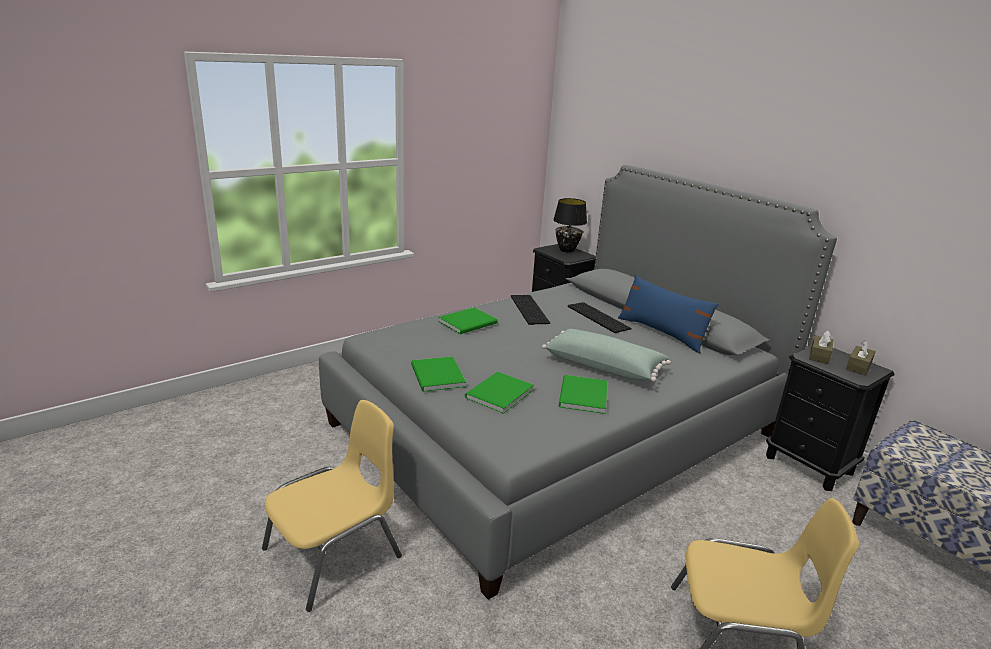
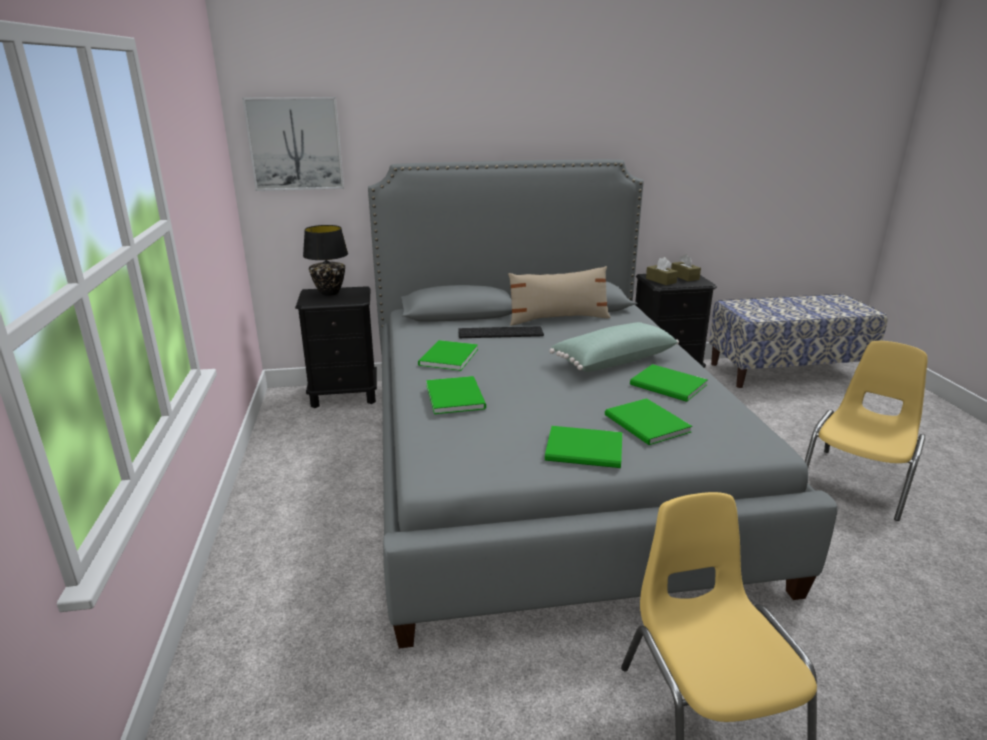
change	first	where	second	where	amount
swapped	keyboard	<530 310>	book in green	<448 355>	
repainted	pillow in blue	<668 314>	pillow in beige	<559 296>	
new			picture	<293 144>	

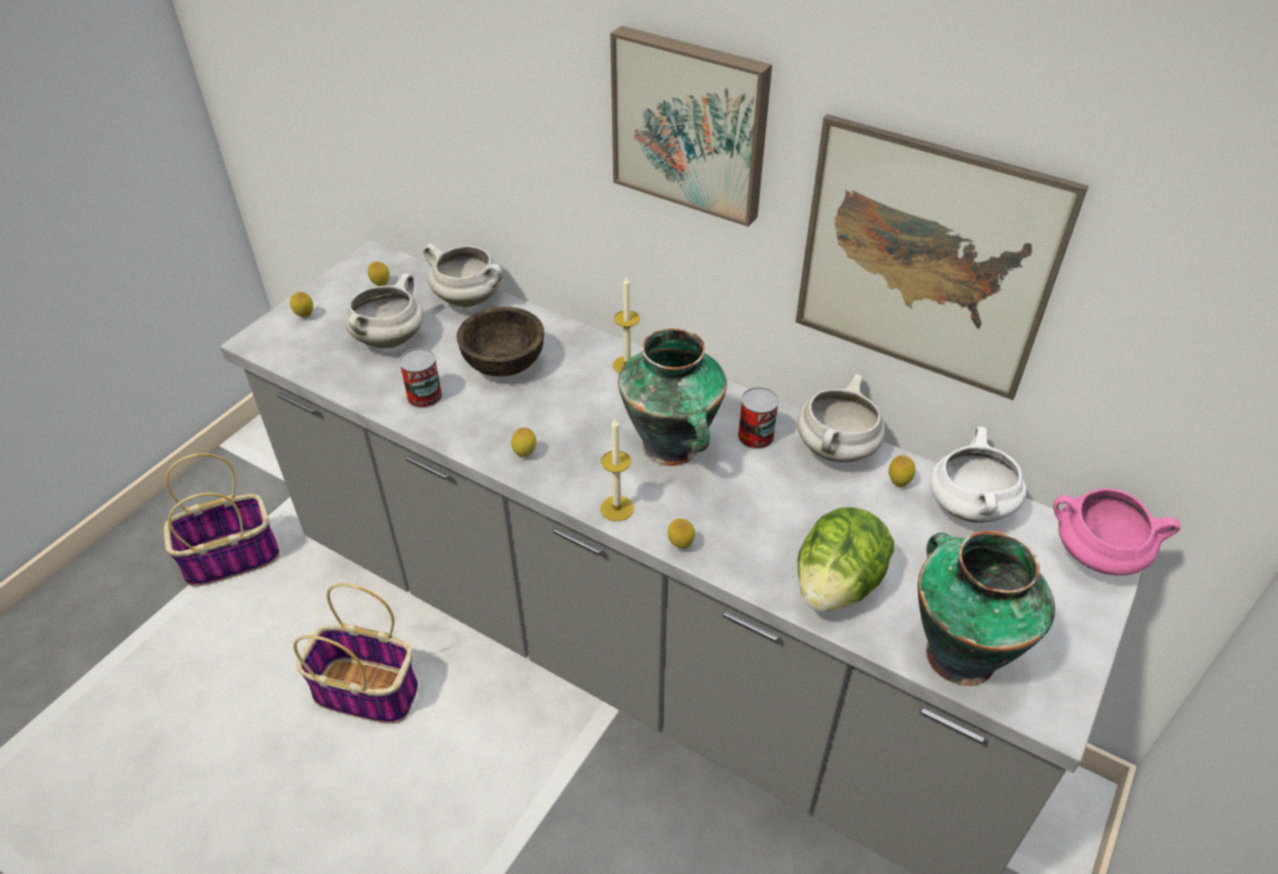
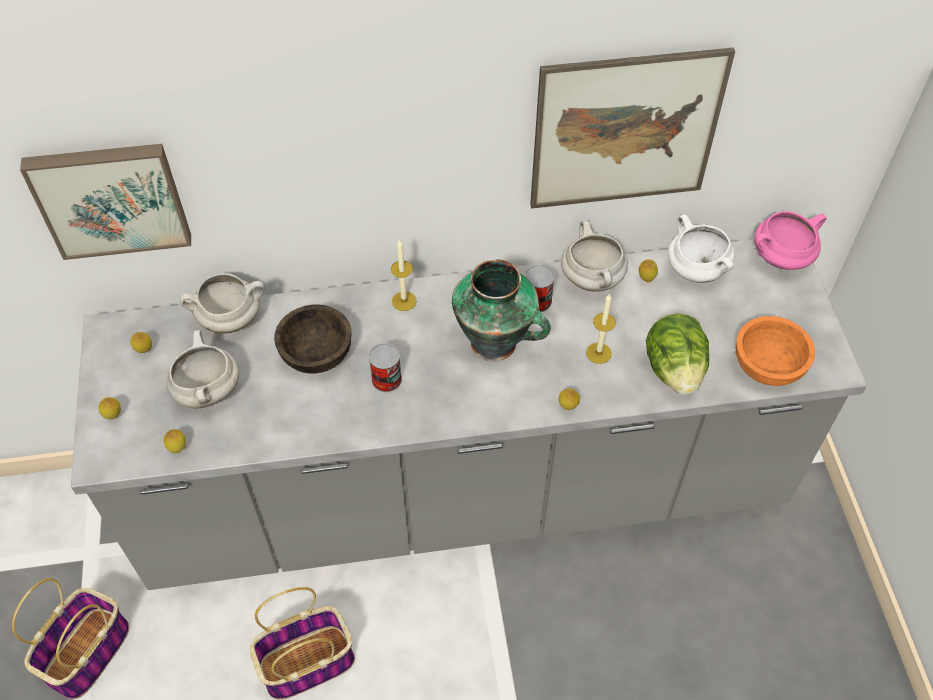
change	first	where	second	where	amount
shifted	can	<420 378>		<385 367>	
shifted	lemon	<523 442>		<175 441>	
shifted	candle	<617 469>		<601 328>	
shifted	picture	<691 126>		<105 202>	
swapped	vase	<986 608>	bowl in orange	<775 351>	

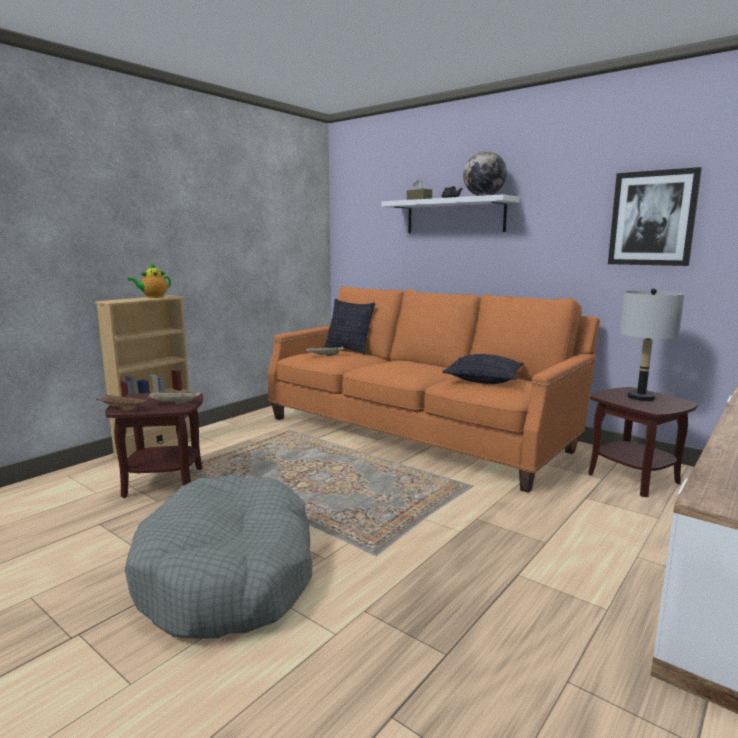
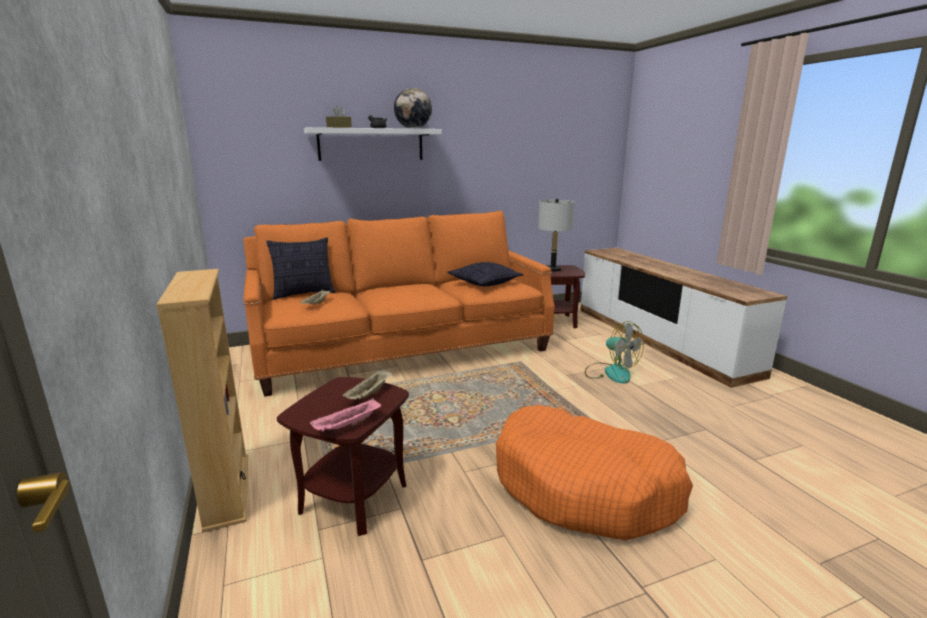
change	first	where	second	where	amount
repainted	tray in brown	<122 402>	tray in pink	<345 414>	
repainted	dog bed in grey	<218 557>	dog bed in orange	<594 473>	
gone	teapot	<149 280>			
gone	picture	<655 216>			
new			fan	<614 352>	

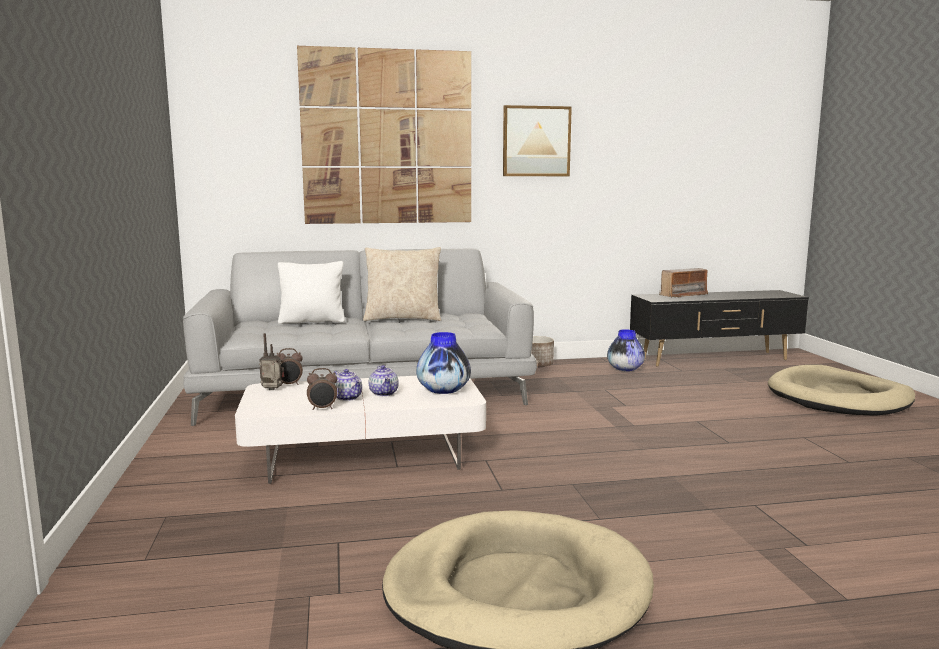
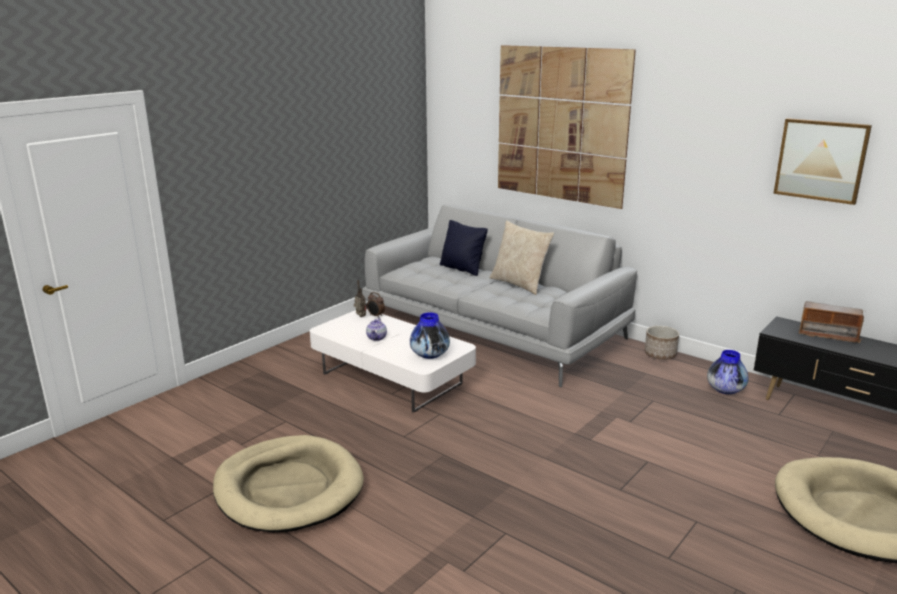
change	first	where	second	where	amount
repainted	pillow in white	<311 292>	pillow in black	<464 248>	
gone	alarm clock	<322 389>			
gone	teapot	<384 380>			
shifted	picture	<537 140>		<822 161>	

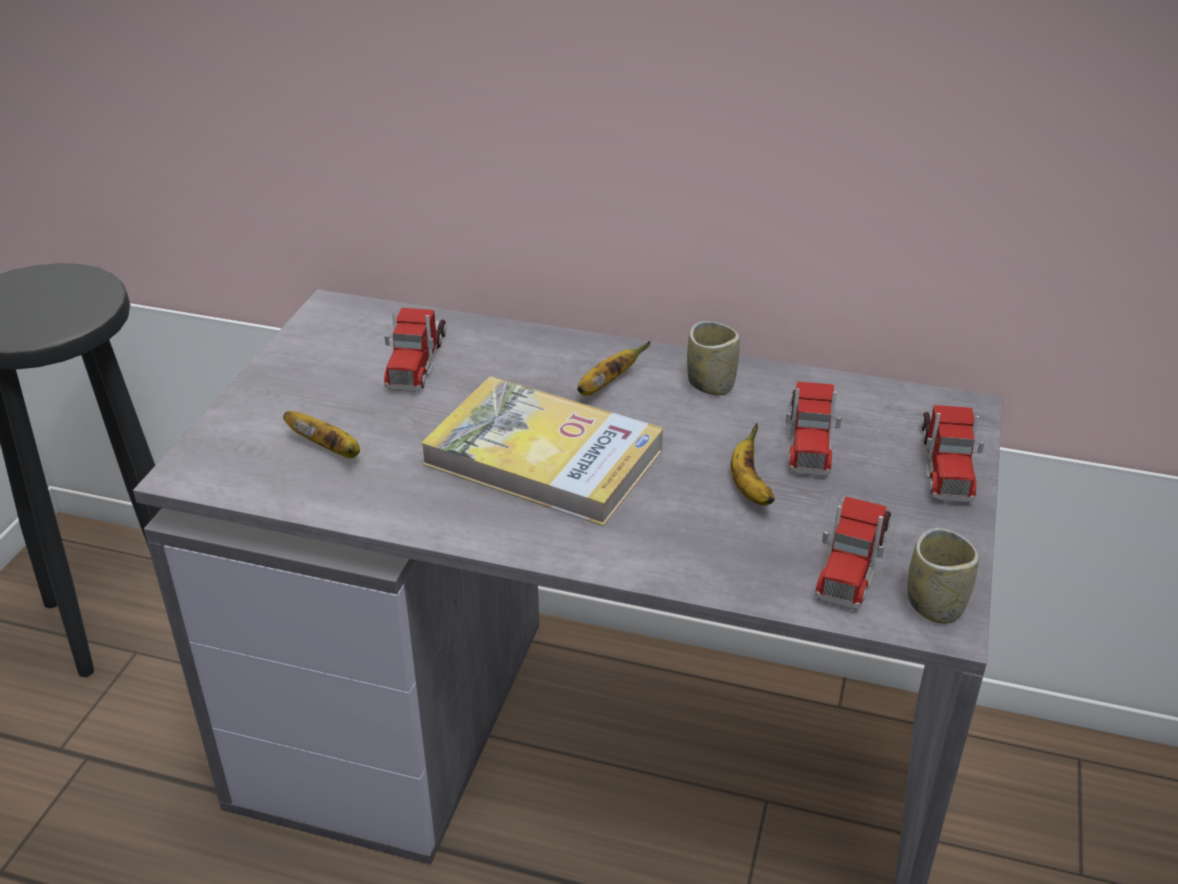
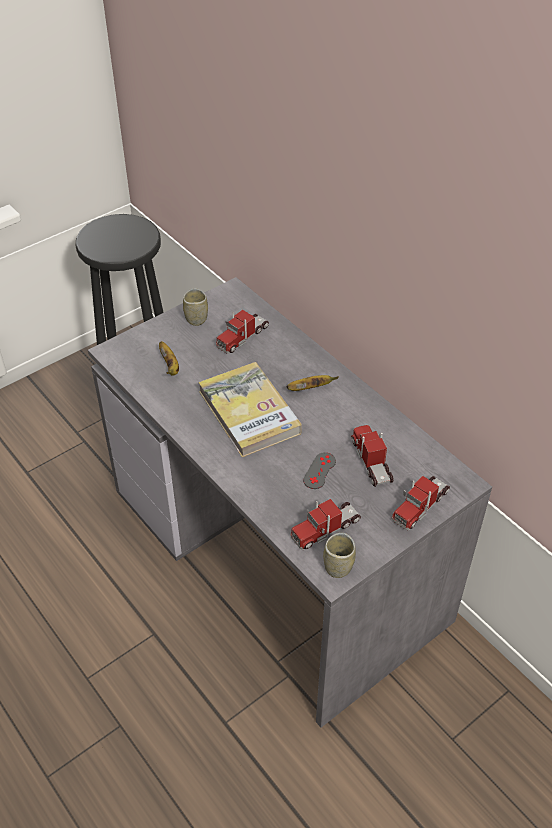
change	first	where	second	where	amount
shifted	cup	<713 358>		<195 307>	
swapped	banana	<753 464>	game controller in grey	<319 470>	
rotated	toy truck	<813 429>		<372 456>	120 degrees clockwise

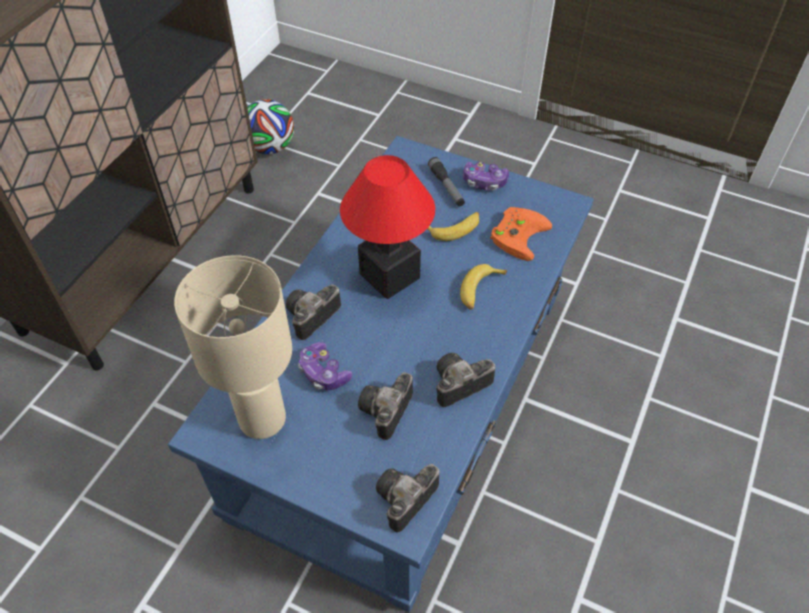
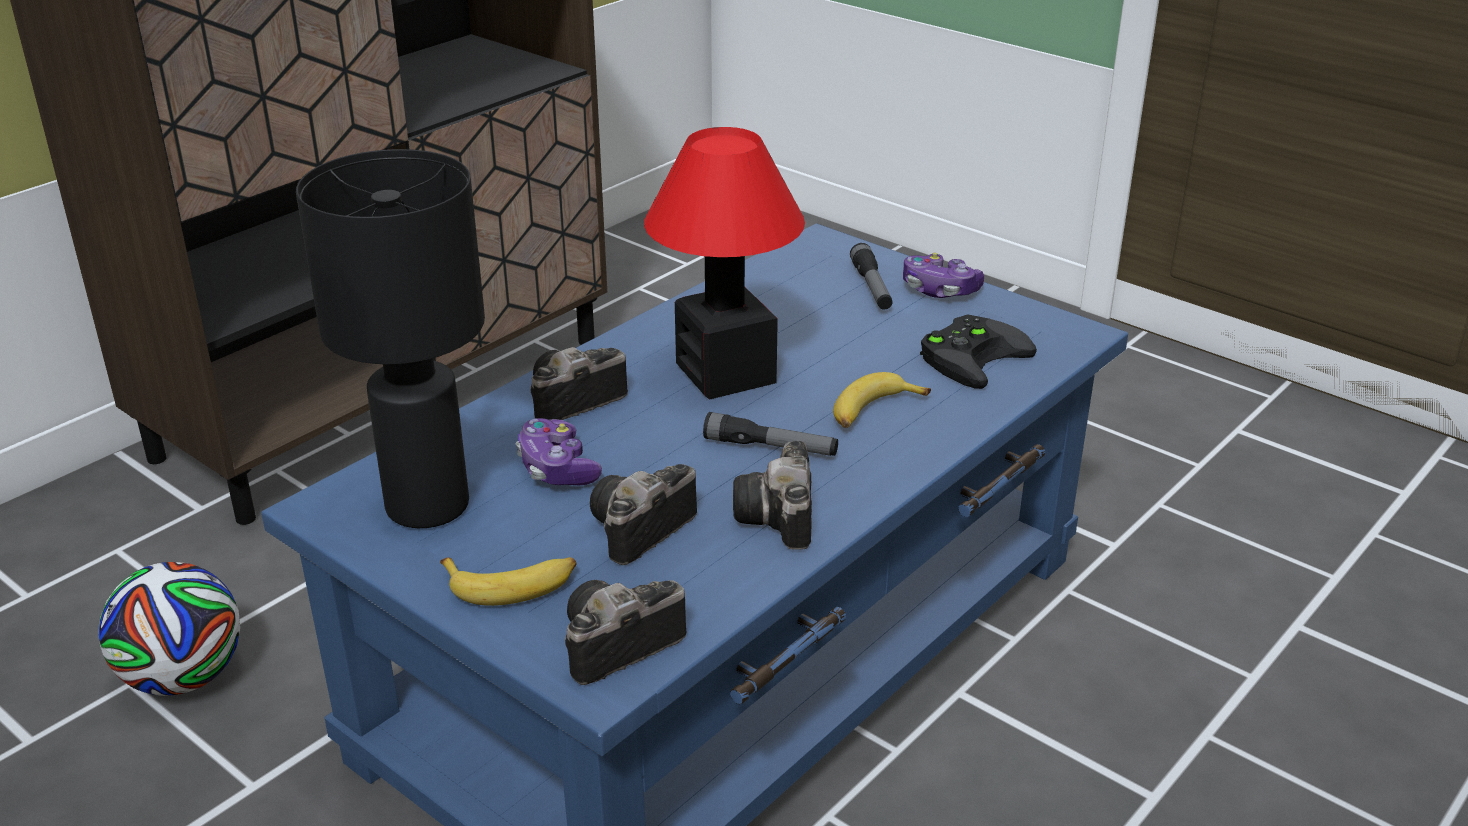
change	first	where	second	where	amount
repainted	table lamp in beige	<233 347>	table lamp in black	<390 338>	
shifted	football	<270 126>		<169 629>	
shifted	banana	<453 226>		<508 581>	
rotated	photo camera	<466 380>		<772 495>	75 degrees counterclockwise
repainted	game controller in orange	<521 234>	game controller in black	<978 351>	
new			flashlight	<770 434>	

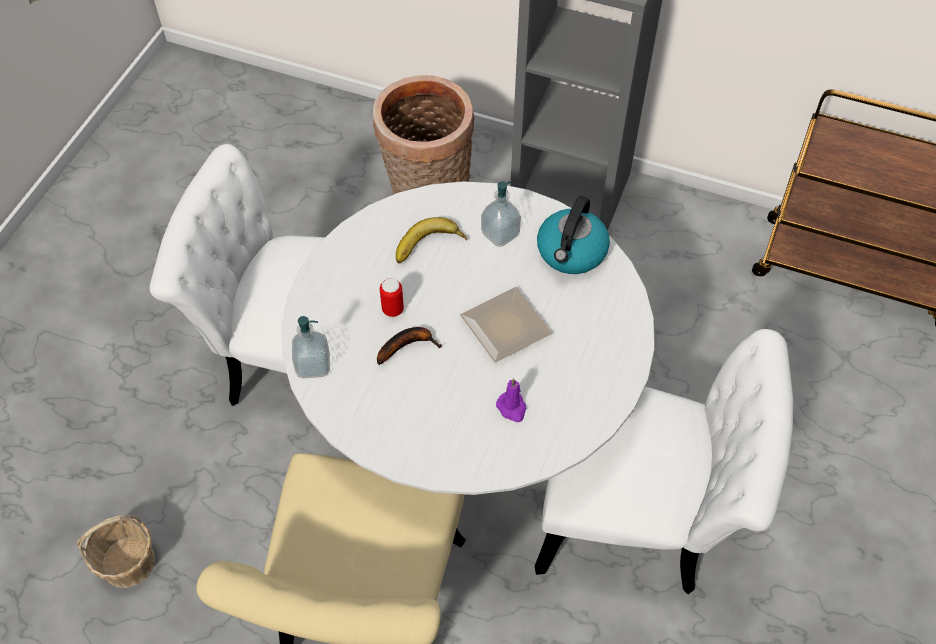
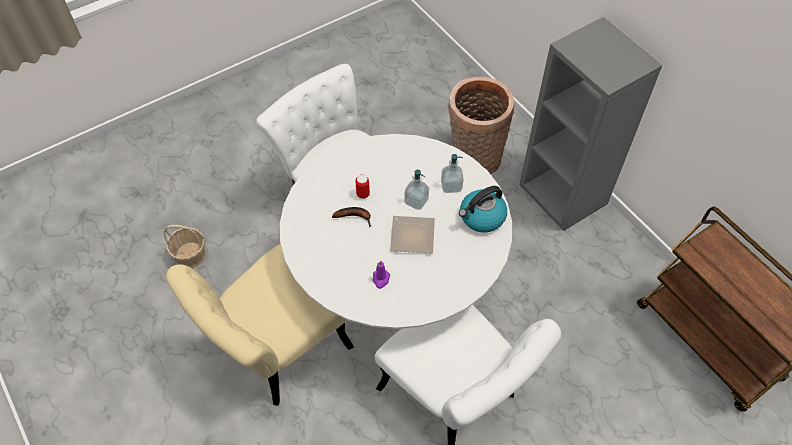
change	first	where	second	where	amount
shifted	soap dispenser	<311 347>		<416 190>	
gone	banana	<431 240>			

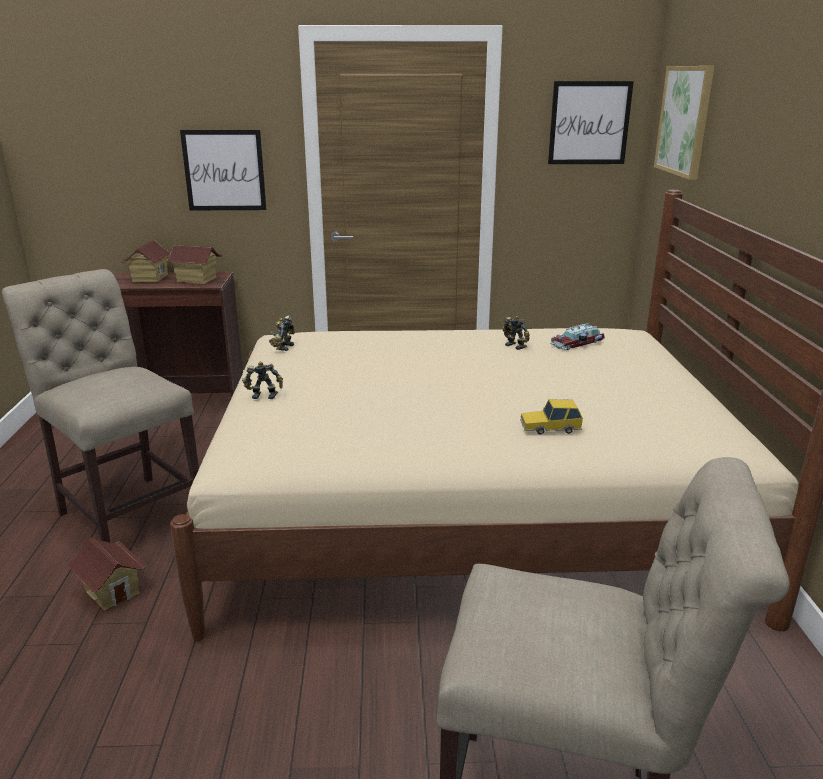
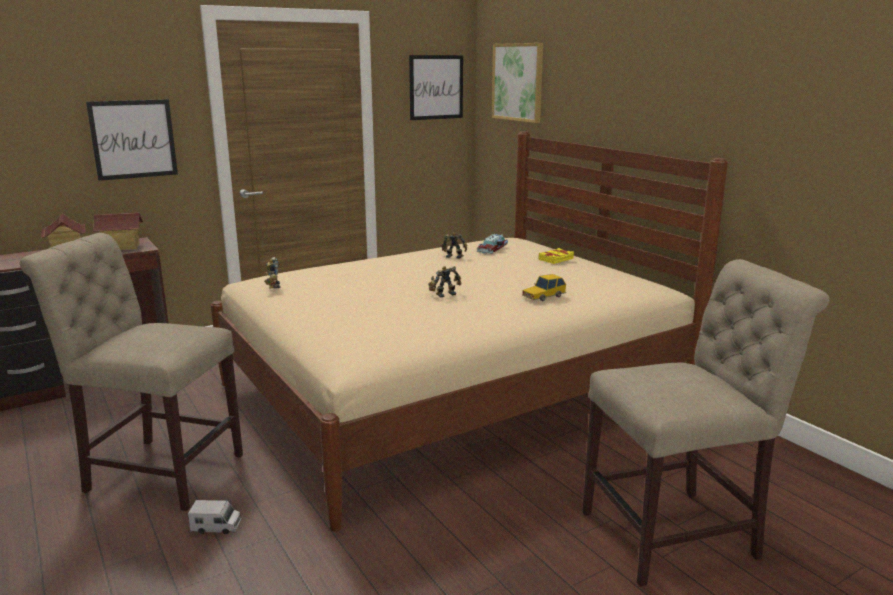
change	first	where	second	where	amount
swapped	toy house	<107 574>	toy truck	<214 517>	
shifted	toy robot	<262 380>		<444 281>	
new			book in yellow	<556 256>	

